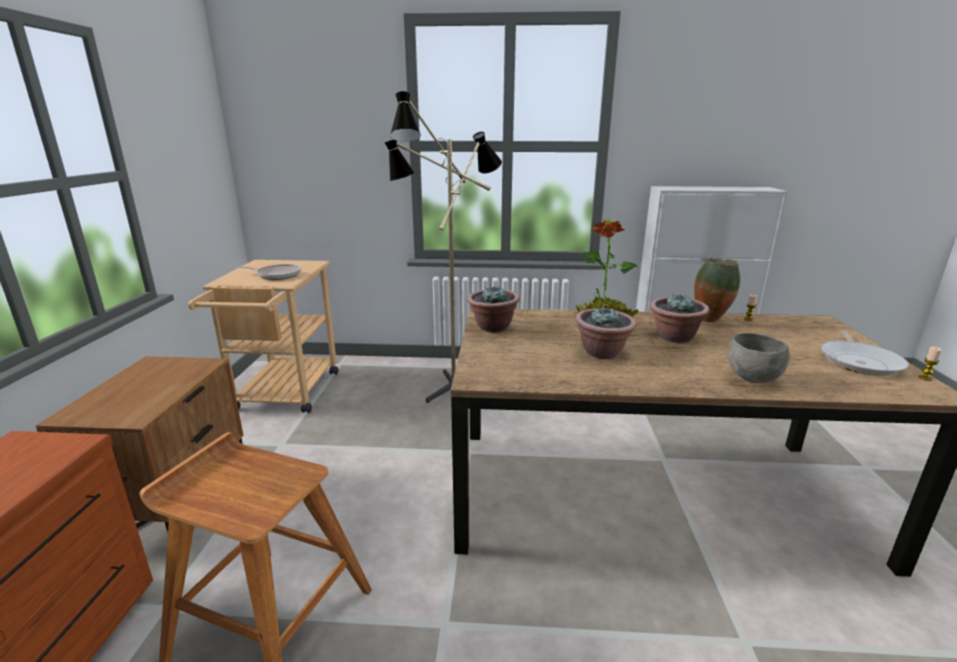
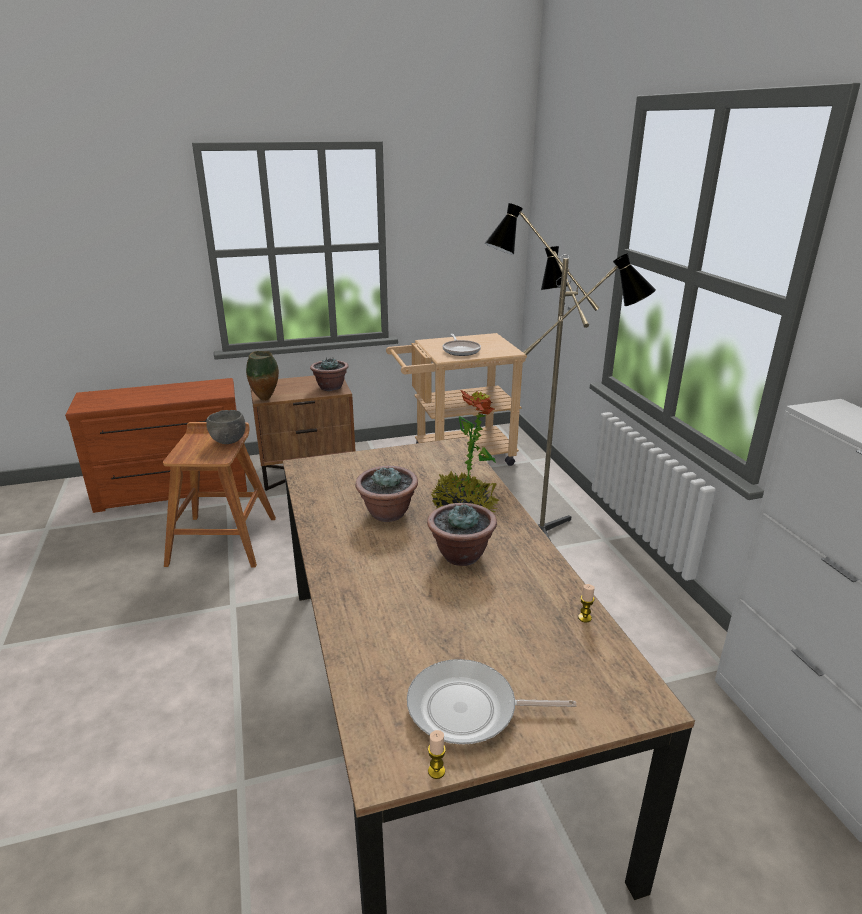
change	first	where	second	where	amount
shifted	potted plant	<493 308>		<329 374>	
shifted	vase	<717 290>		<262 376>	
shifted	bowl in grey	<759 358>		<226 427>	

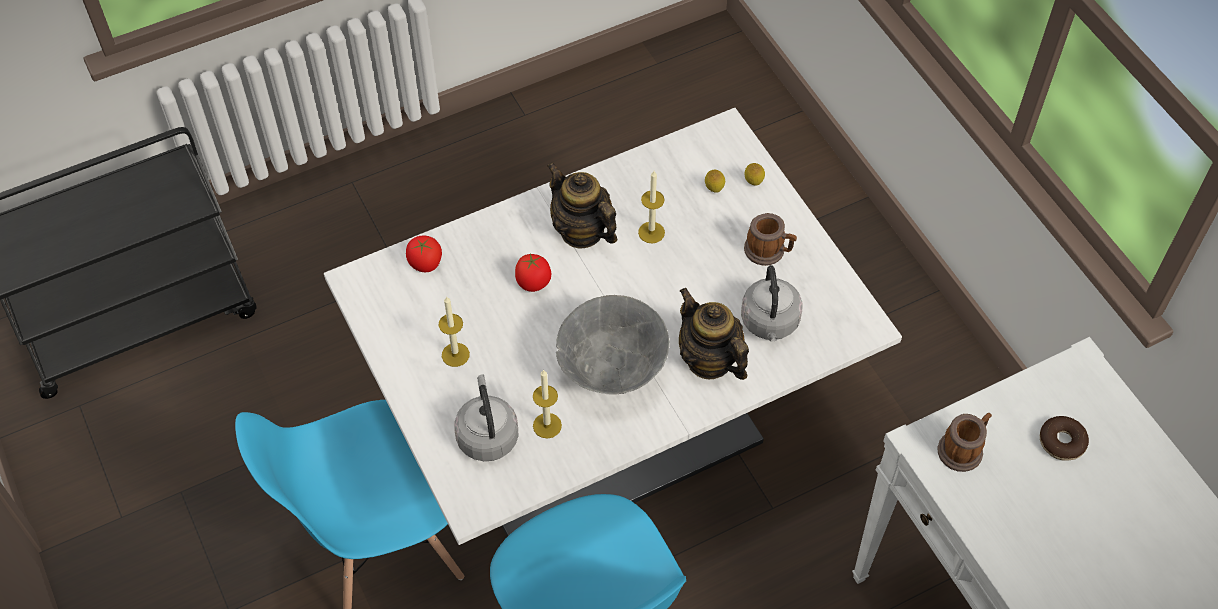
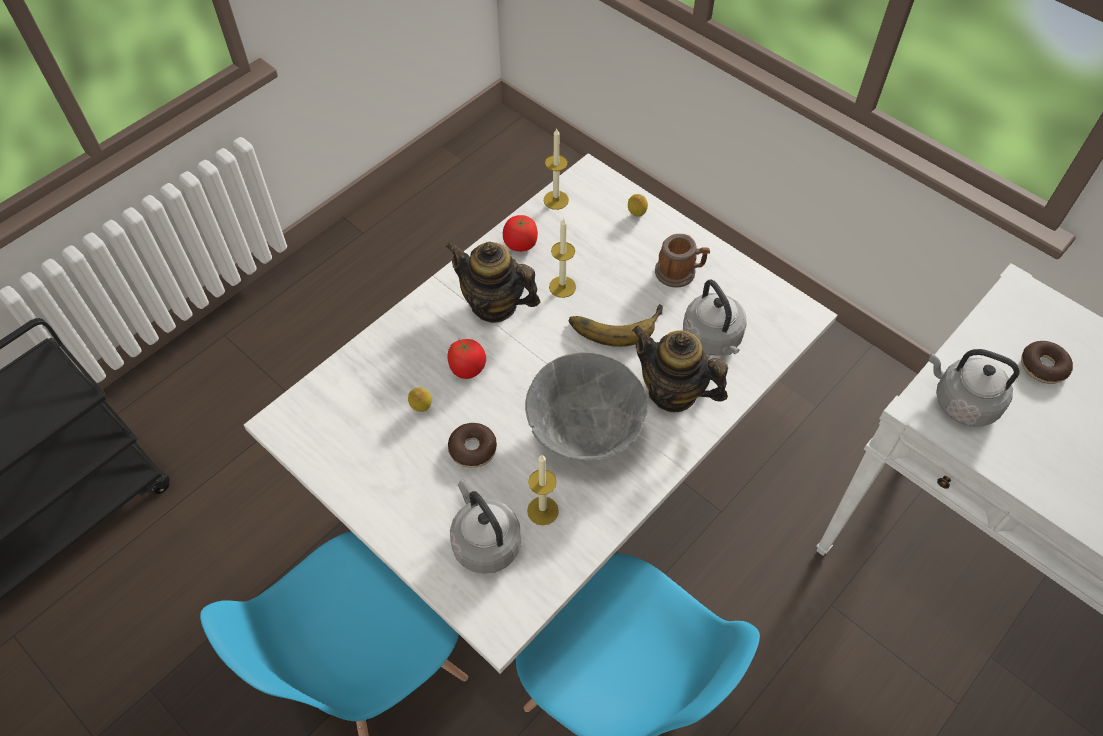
change	first	where	second	where	amount
shifted	tomato	<424 253>		<520 233>	
shifted	candle	<454 331>		<556 169>	
shifted	lemon	<715 181>		<420 399>	
swapped	mug	<964 442>	kettle in grey	<974 388>	
new			donut	<472 445>	
new			banana	<616 325>	

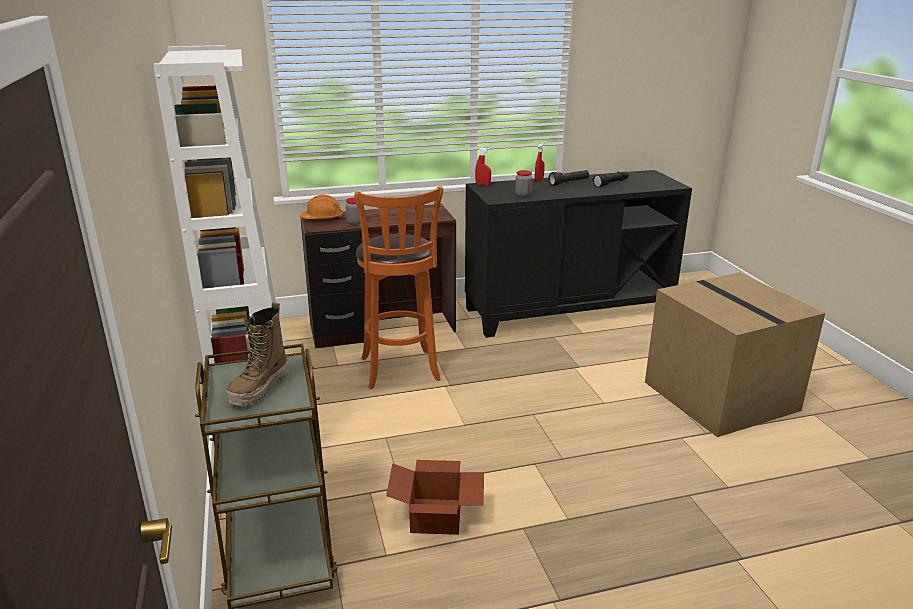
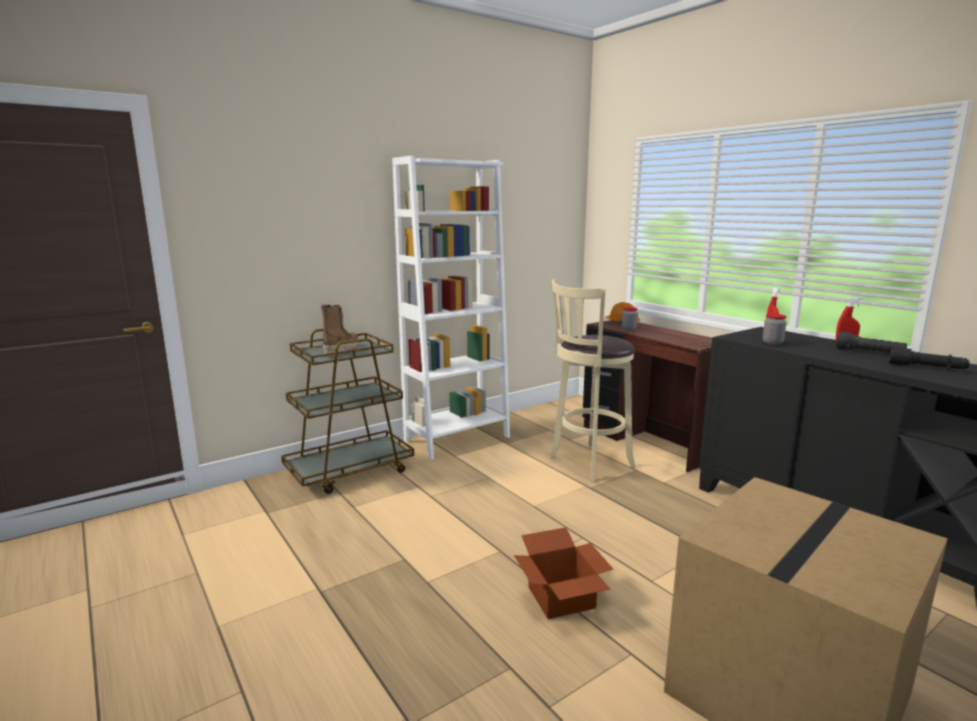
change	first	where	second	where	amount
rotated	boot	<257 354>		<340 330>	105 degrees clockwise
repainted	stool in orange	<398 287>	stool in beige	<592 380>	
shifted	cardboard box	<435 497>		<563 573>	

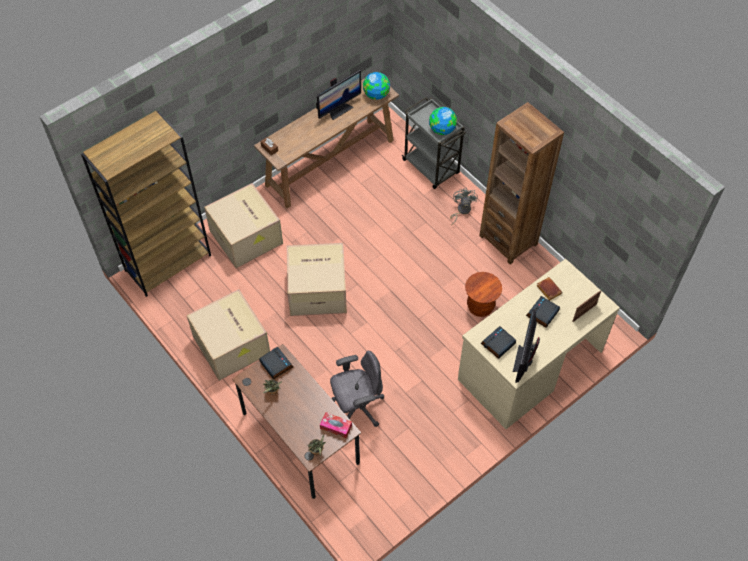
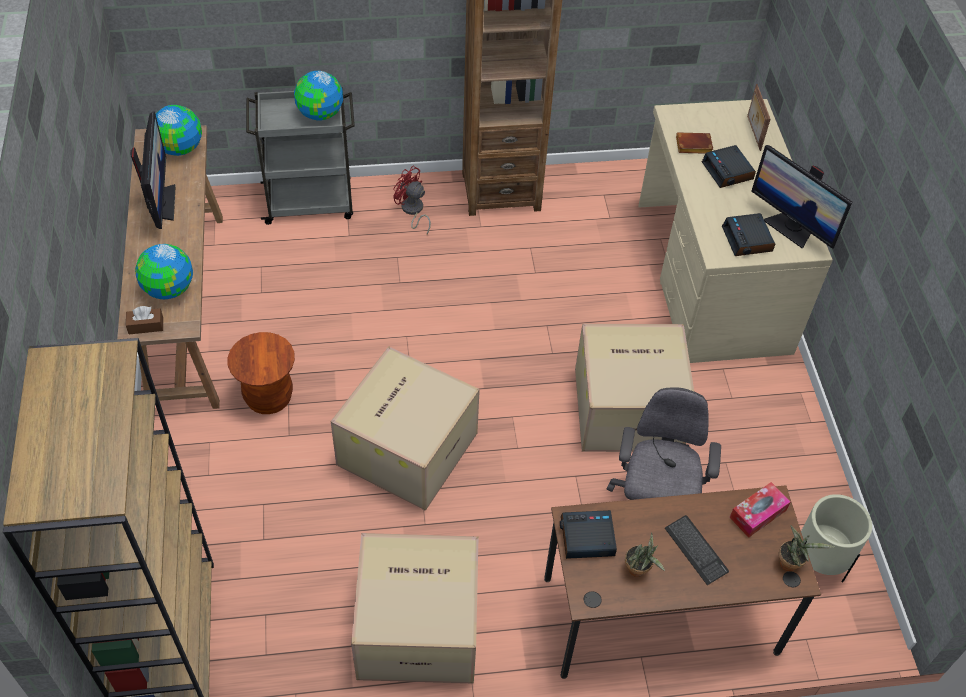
change	first	where	second	where	amount
shifted	cardboard box	<243 225>		<634 388>	
repainted	fan in grey	<464 206>	fan in red	<412 200>	
shifted	stool in brown	<483 294>		<261 373>	
new			globe	<164 271>	
new			keyboard	<697 550>	
new			planter in beige	<836 538>	

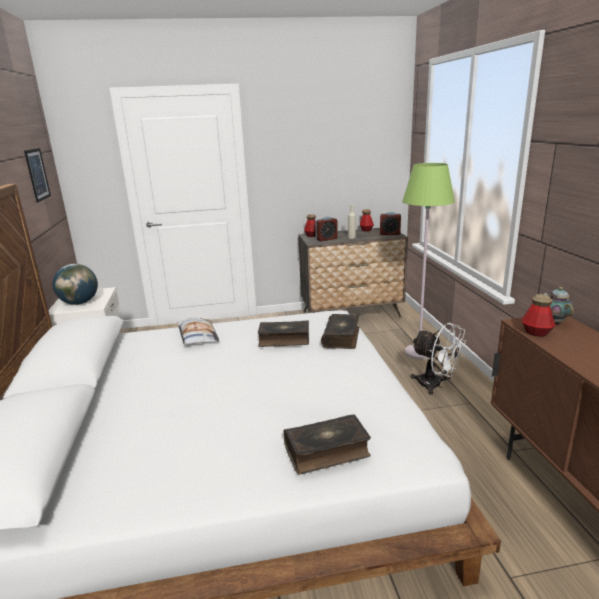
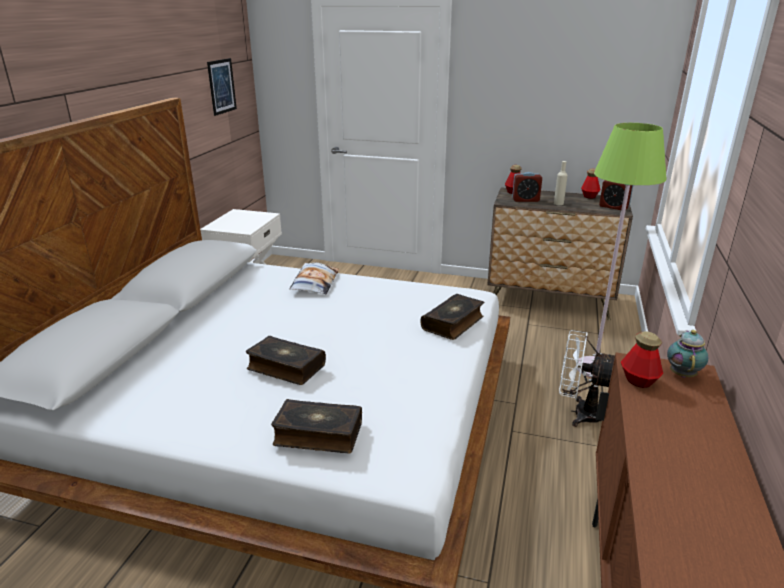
change	first	where	second	where	amount
gone	globe	<75 284>			
shifted	book	<283 334>		<286 360>	
rotated	fan in white	<438 359>		<587 378>	135 degrees clockwise

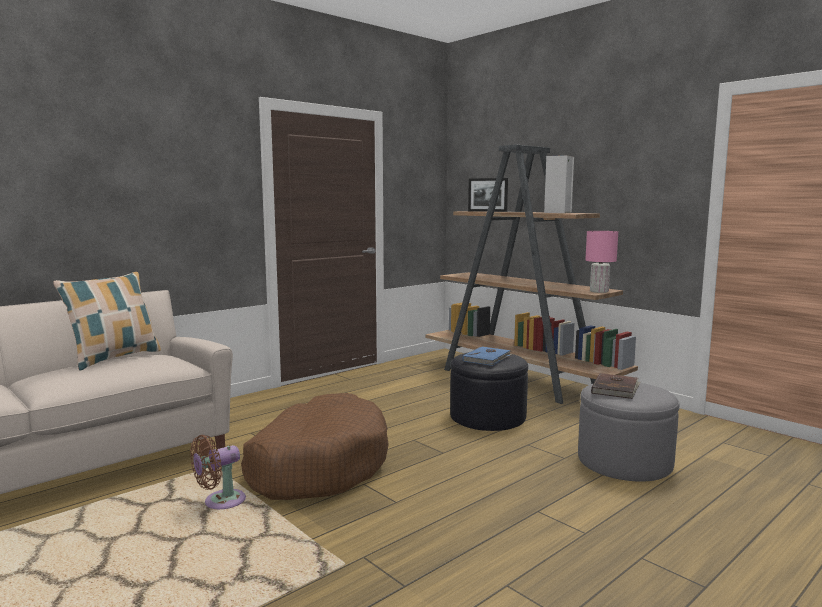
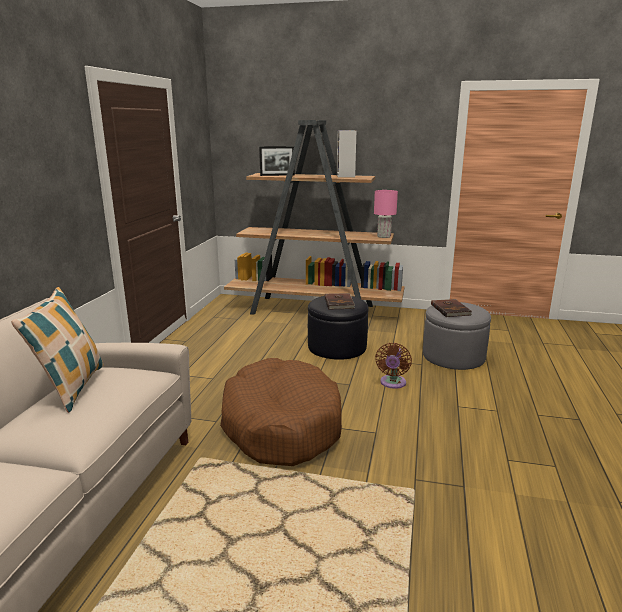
change	first	where	second	where	amount
shifted	fan in brown	<218 472>		<393 366>	
repainted	book in blue	<488 356>	book in brown	<340 301>	

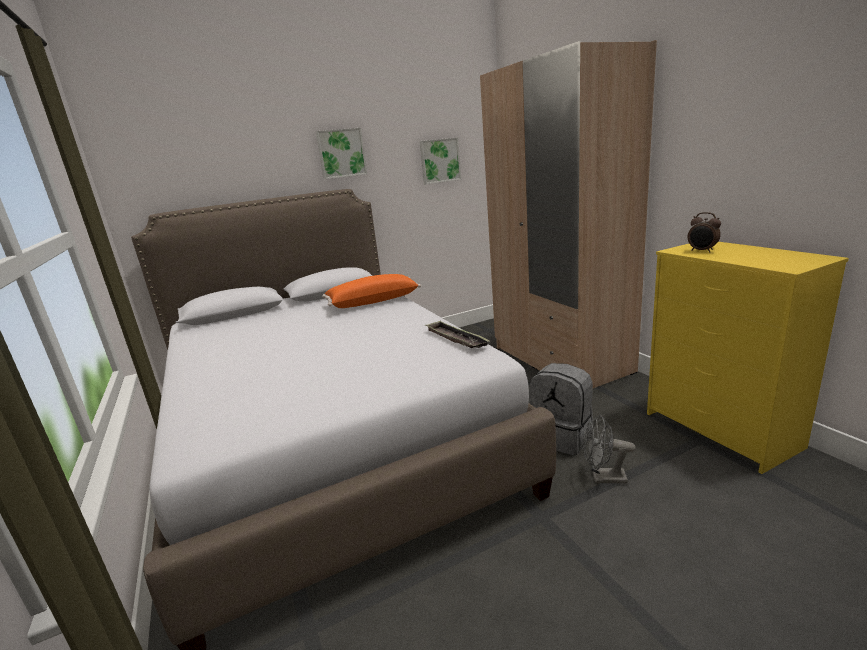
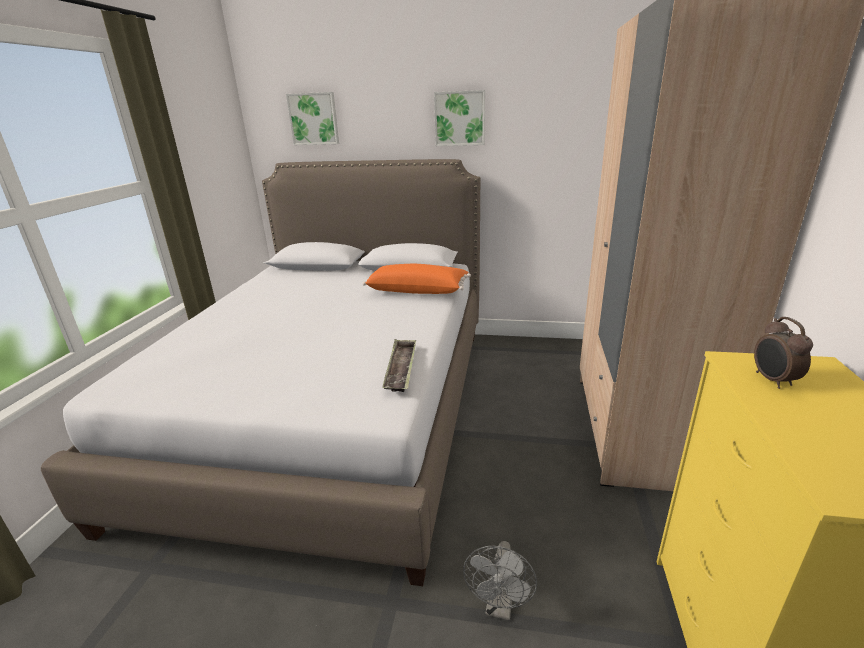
change	first	where	second	where	amount
shifted	picture	<440 160>		<312 118>	
gone	backpack in grey	<561 409>			
rotated	fan in grey	<609 449>		<500 581>	120 degrees counterclockwise

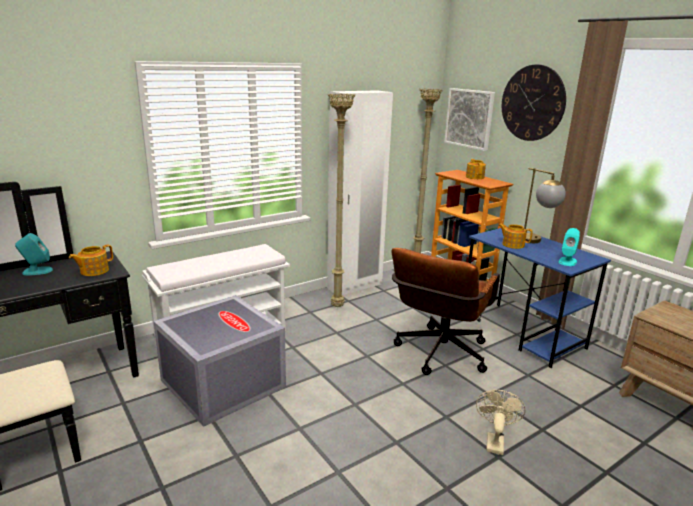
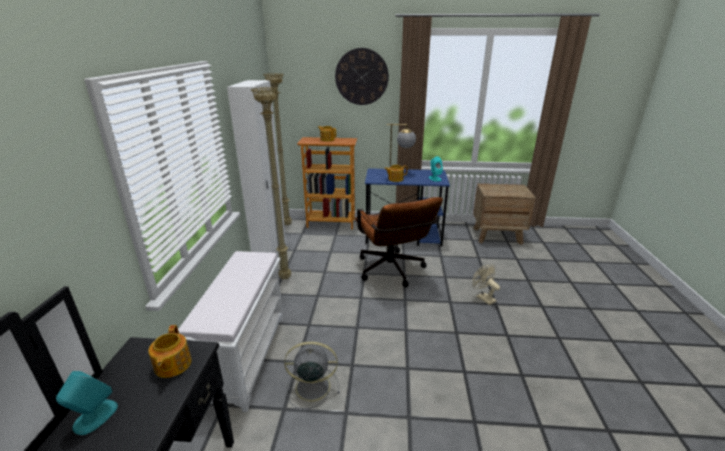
change	first	where	second	where	amount
swapped	storage box in grey	<220 361>	fan in grey	<312 375>	
gone	picture	<470 119>			

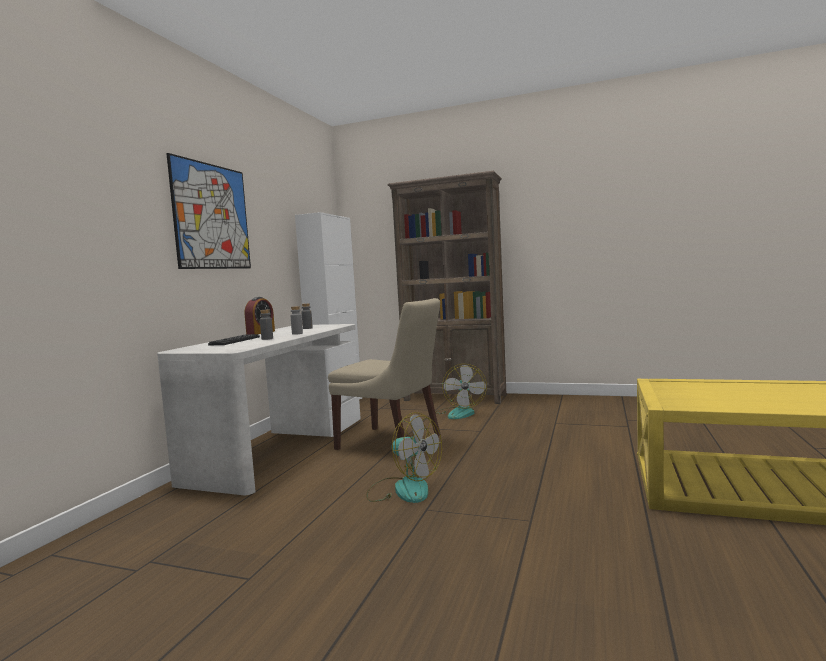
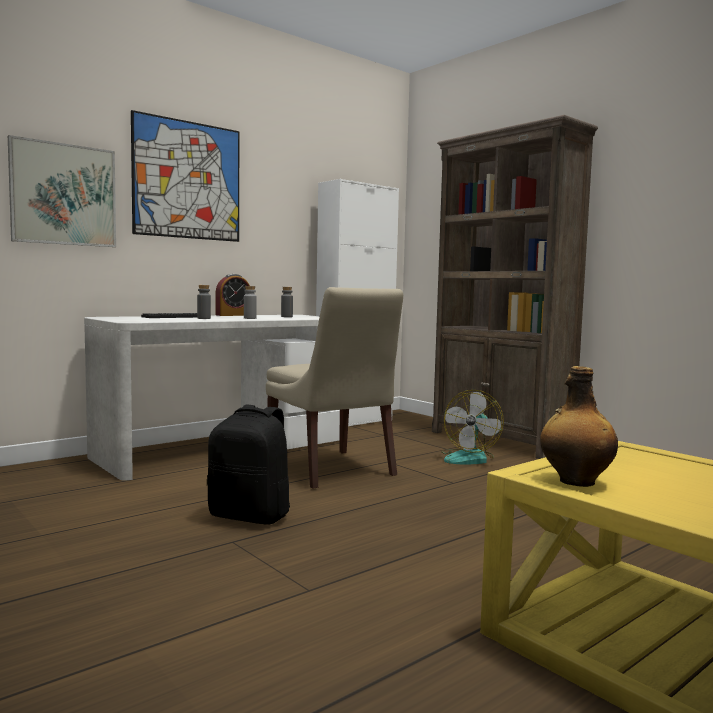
change	first	where	second	where	amount
swapped	fan	<404 457>	backpack in black	<248 465>	
new			picture	<62 191>	
new			bottle	<579 426>	

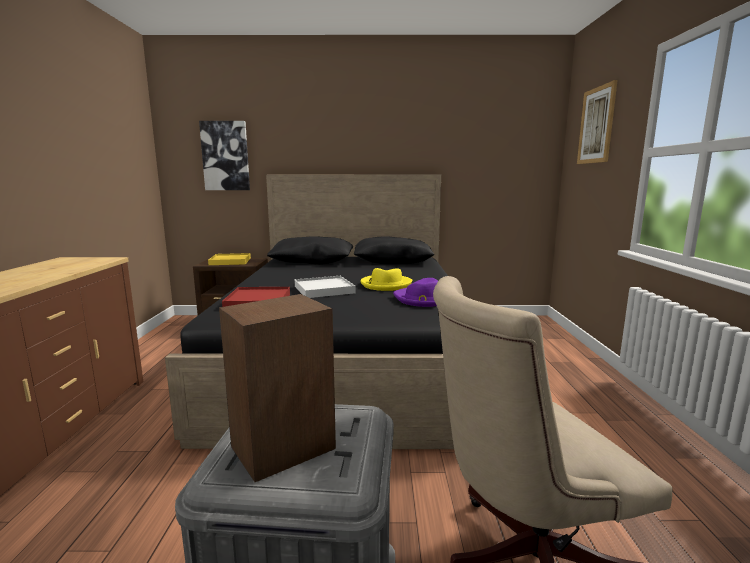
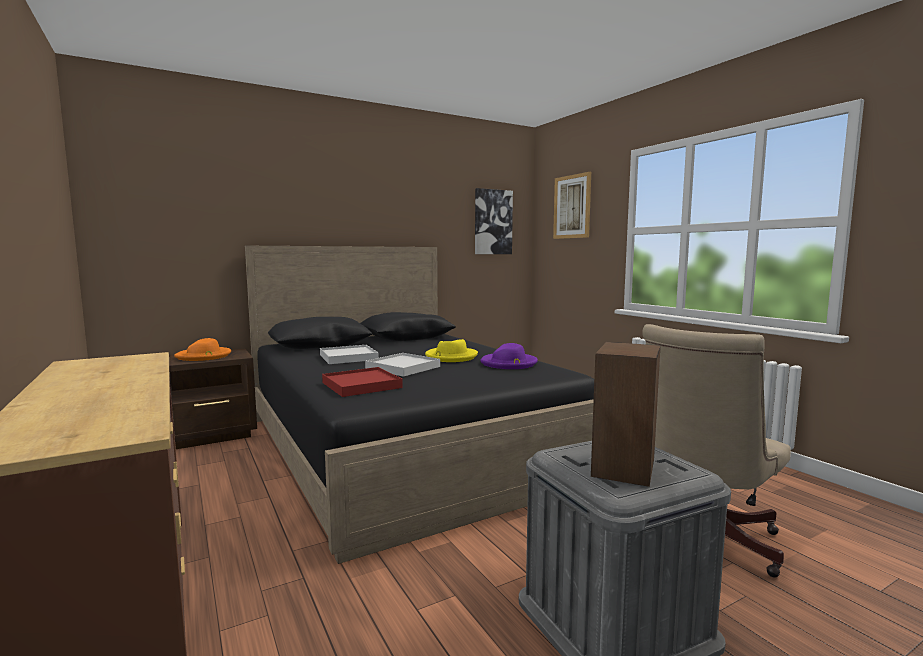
change	first	where	second	where	amount
shifted	picture	<224 155>		<494 221>	
swapped	tray in yellow	<229 259>	hat in orange	<202 349>	
new			tray in white	<349 354>	

